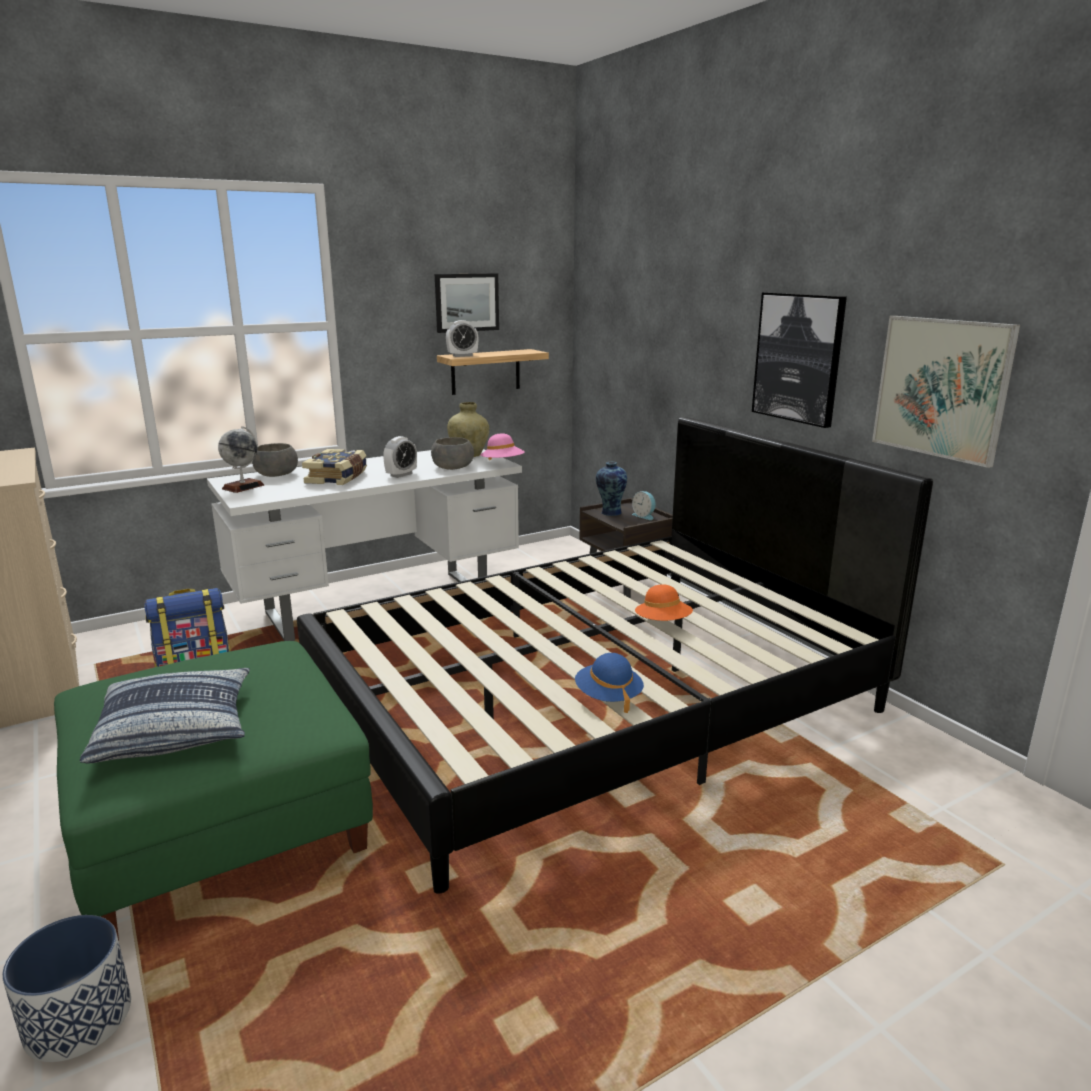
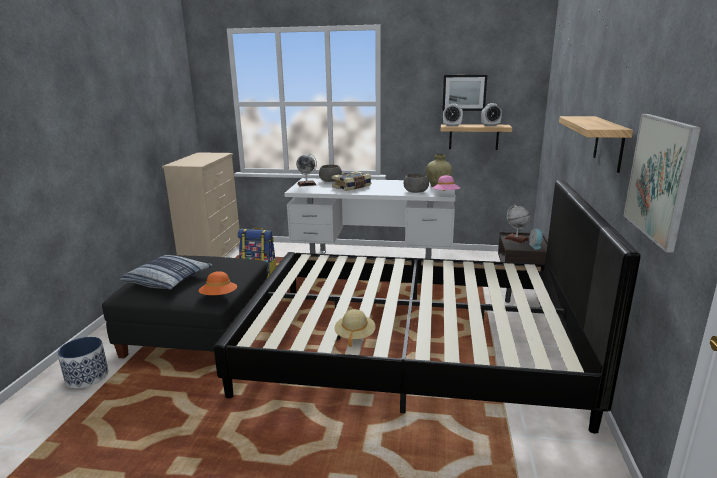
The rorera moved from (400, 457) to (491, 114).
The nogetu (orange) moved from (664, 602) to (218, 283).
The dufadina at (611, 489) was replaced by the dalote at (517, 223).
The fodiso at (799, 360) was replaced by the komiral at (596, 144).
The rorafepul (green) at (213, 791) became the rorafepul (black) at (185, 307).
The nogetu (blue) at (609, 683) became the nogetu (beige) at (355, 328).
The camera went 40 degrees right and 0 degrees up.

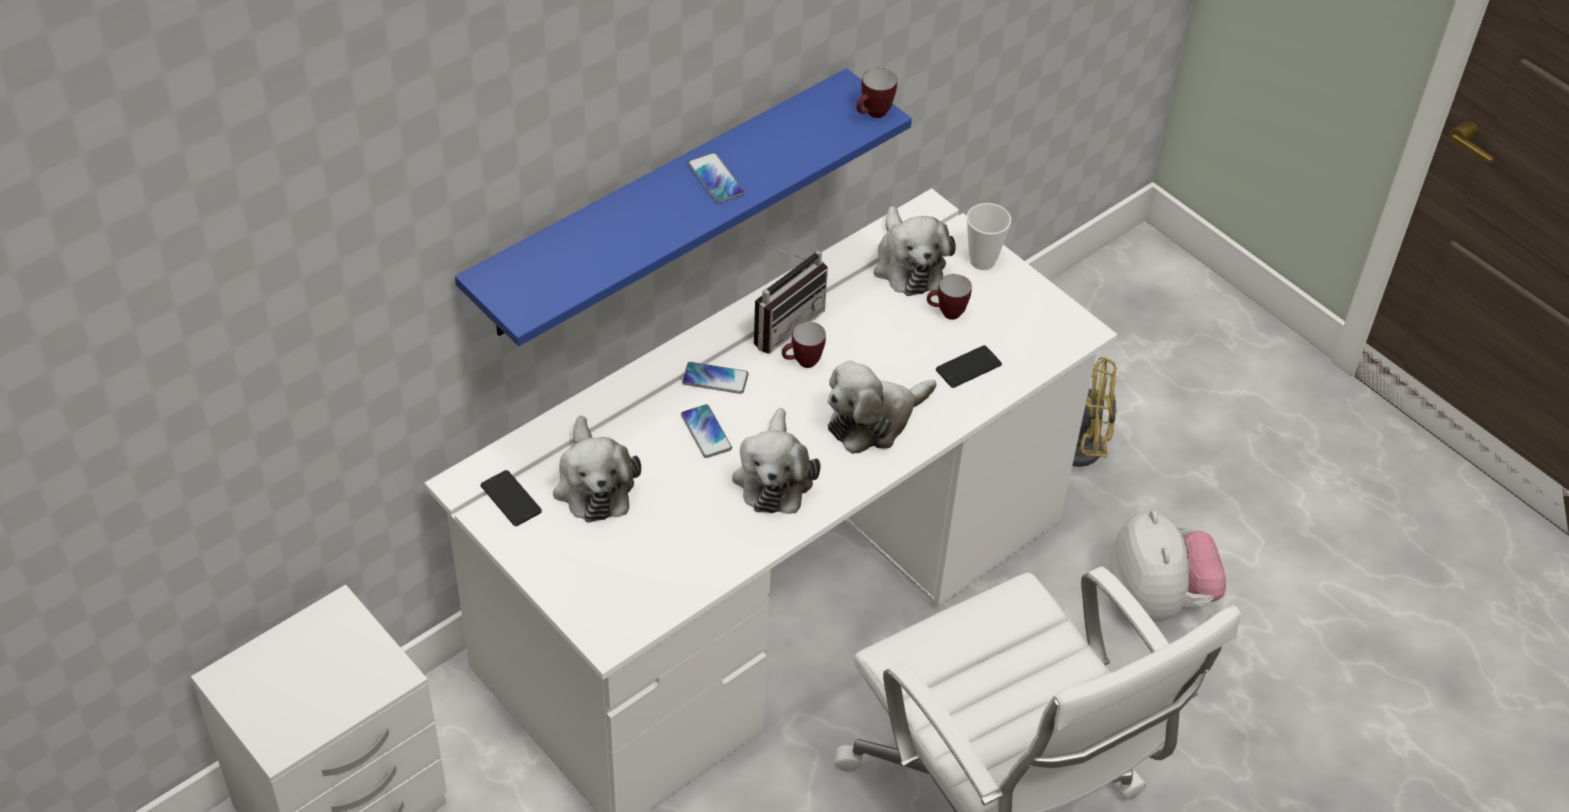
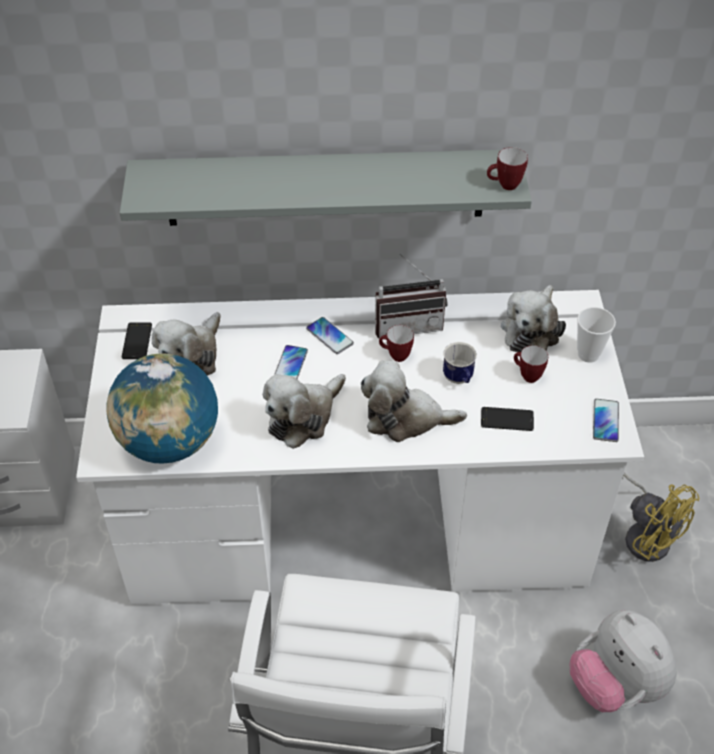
The dalote at (162, 408) appeared.
The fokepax at (460, 363) appeared.
The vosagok moved from (716, 177) to (606, 420).
The komiral (blue) at (683, 207) became the komiral (grey) at (326, 188).
The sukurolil at (1167, 566) turned 120 degrees clockwise.
The camera went 40 degrees right and 0 degrees up.

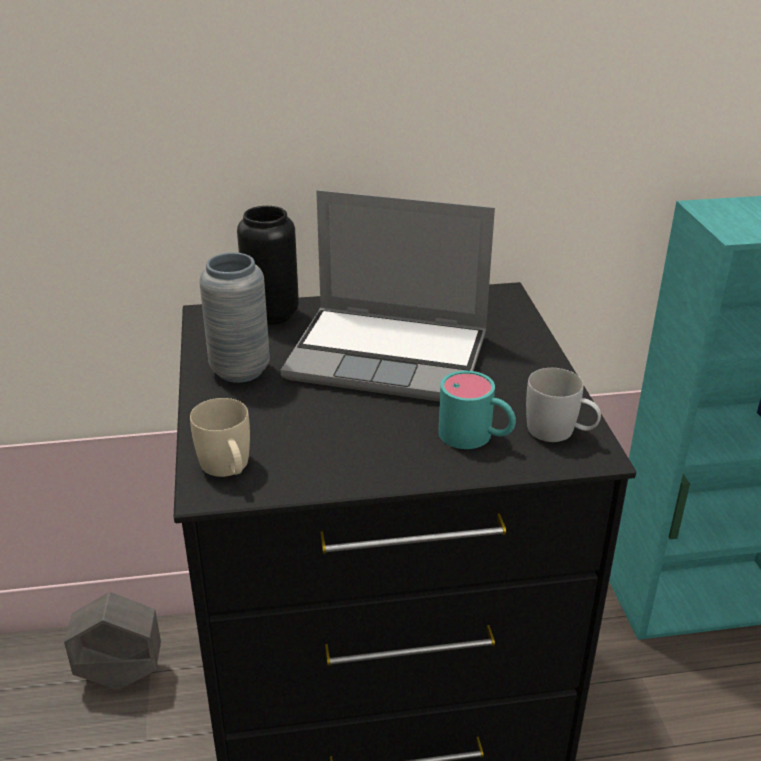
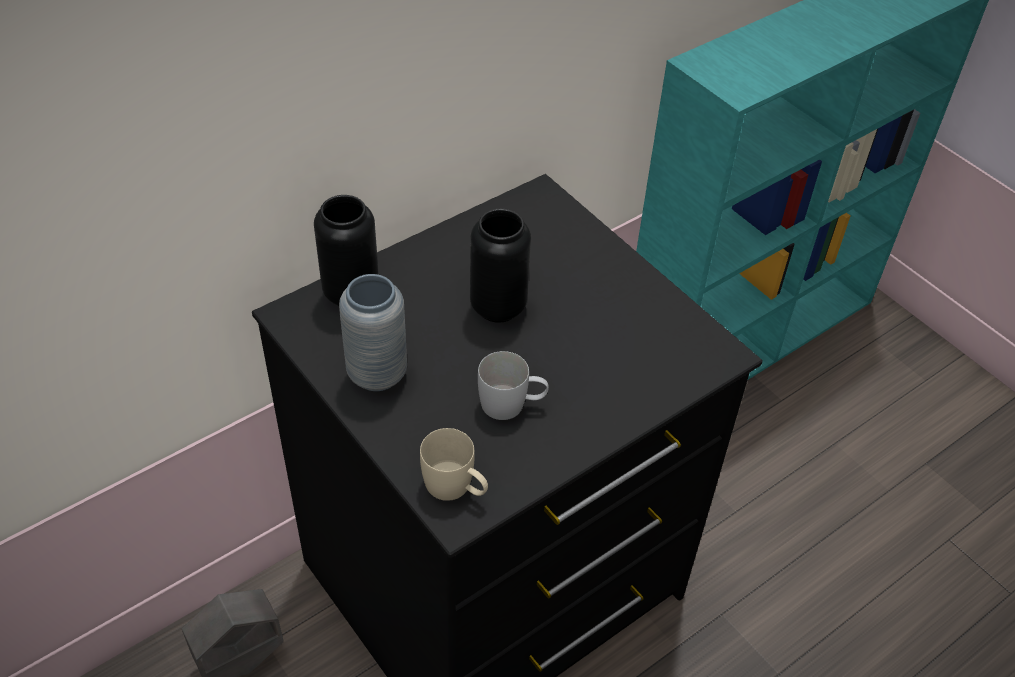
The fokepax (turquoise) at (477, 410) disappeared.
The fokepax (white) moved from (563, 405) to (513, 385).
The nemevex at (388, 296) was replaced by the dufadina (black) at (500, 266).
The camera went 30 degrees left and 15 degrees up.

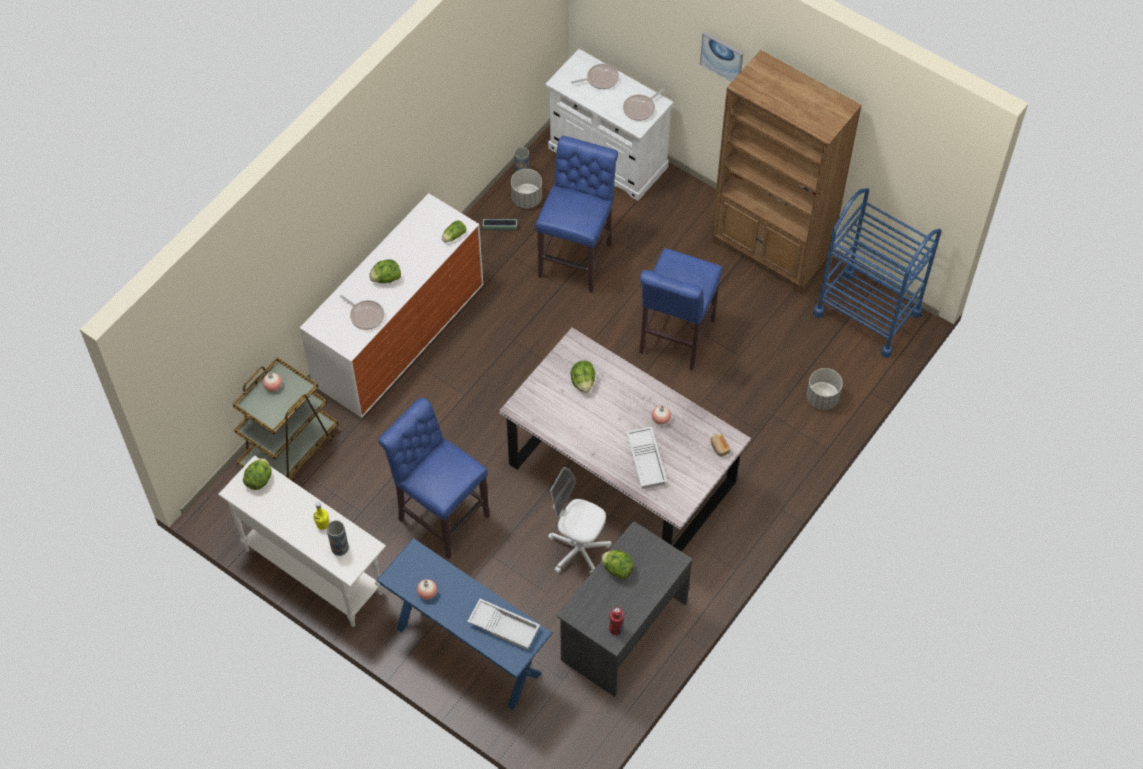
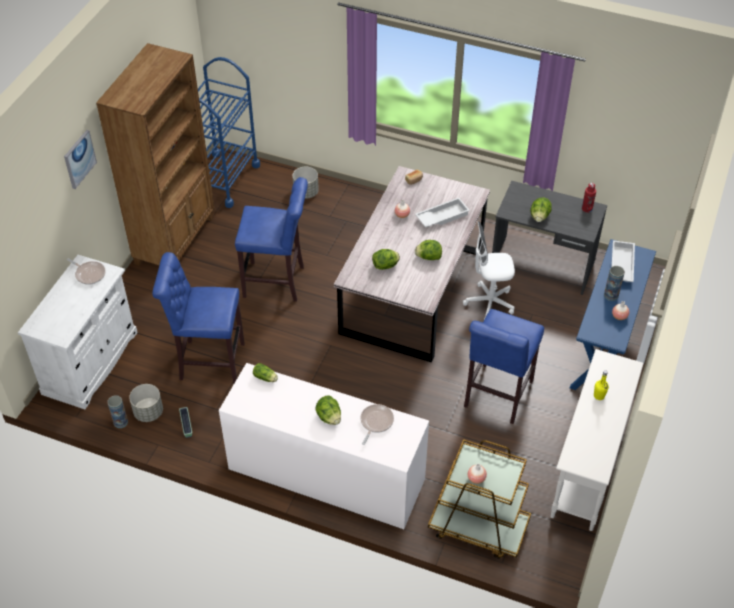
The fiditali at (595, 76) disappeared.
The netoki moved from (257, 474) to (428, 250).
The dufadina moved from (338, 538) to (614, 283).
The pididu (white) at (579, 520) turned 75 degrees clockwise.
The camera went 105 degrees left and 10 degrees down.

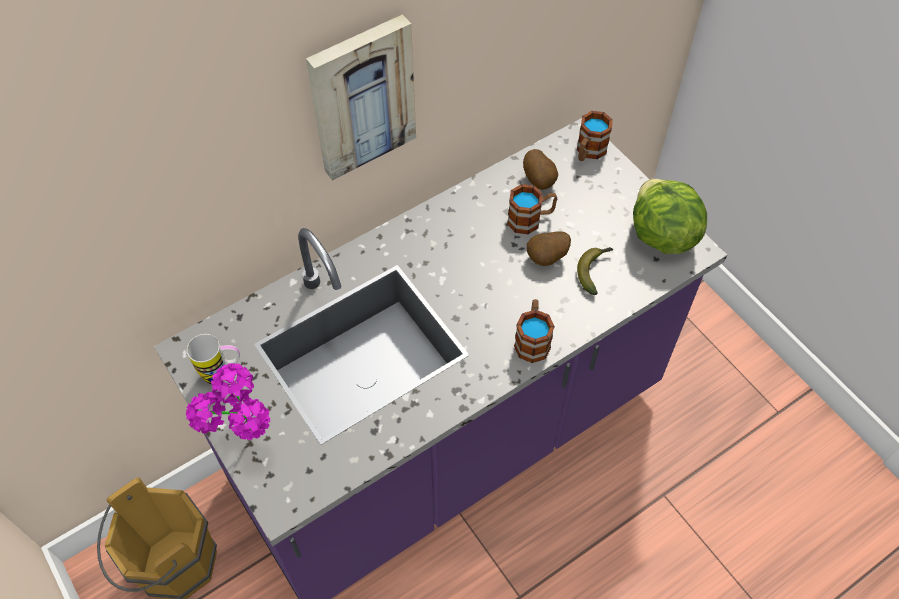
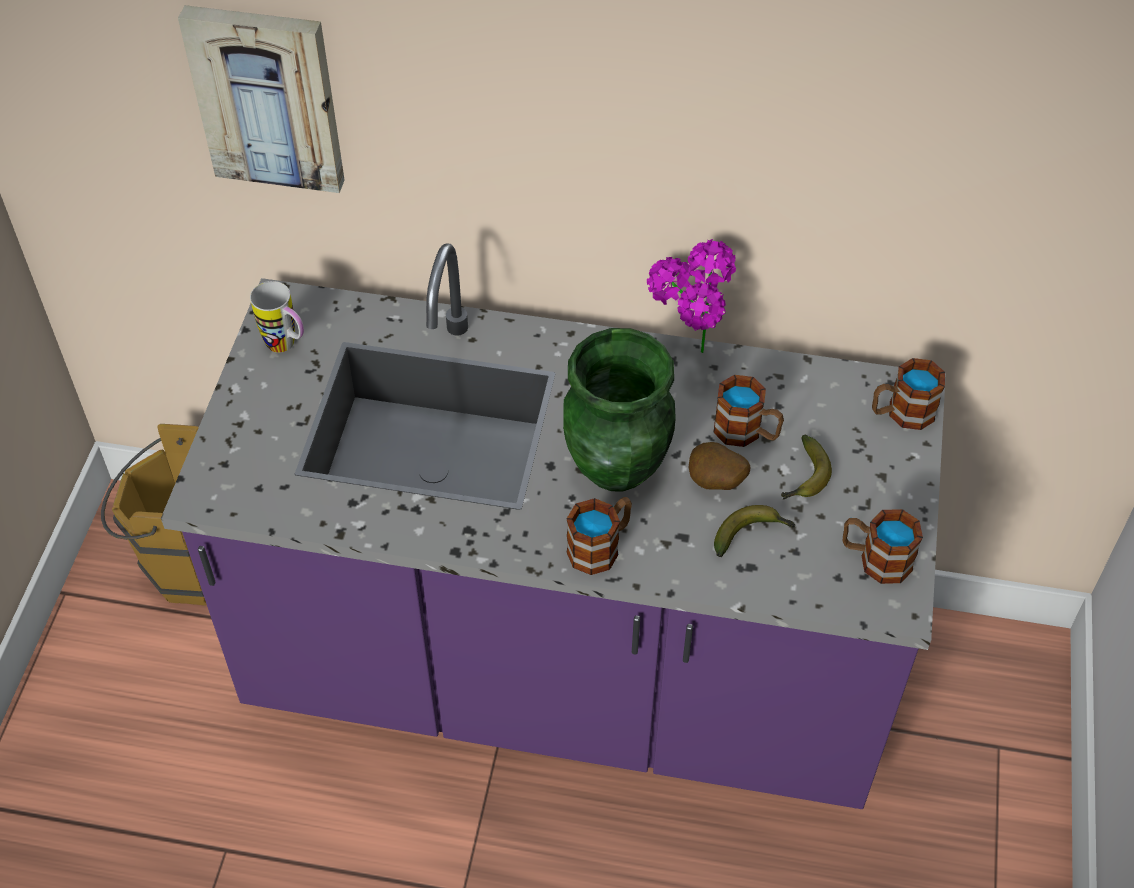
The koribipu at (540, 169) disappeared.
The dufadina (green) at (619, 409) appeared.
The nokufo at (806, 467) appeared.
The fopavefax moved from (228, 401) to (691, 296).
The fodiso moved from (361, 98) to (261, 99).
The netoki at (670, 216) was replaced by the fokepax at (883, 546).
The camera went 45 degrees right and 5 degrees down.

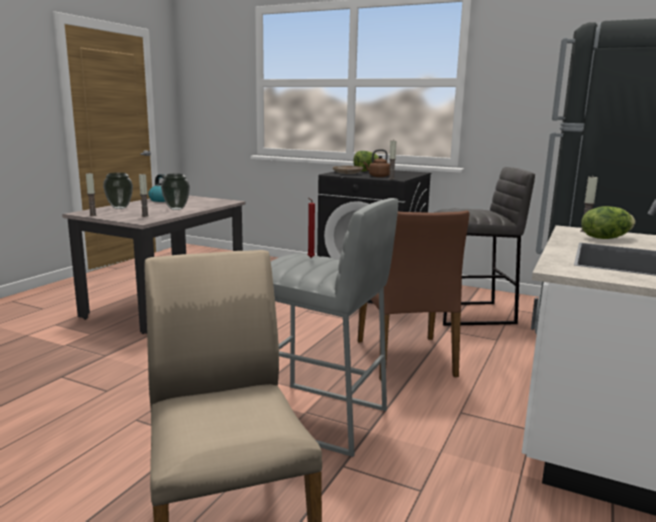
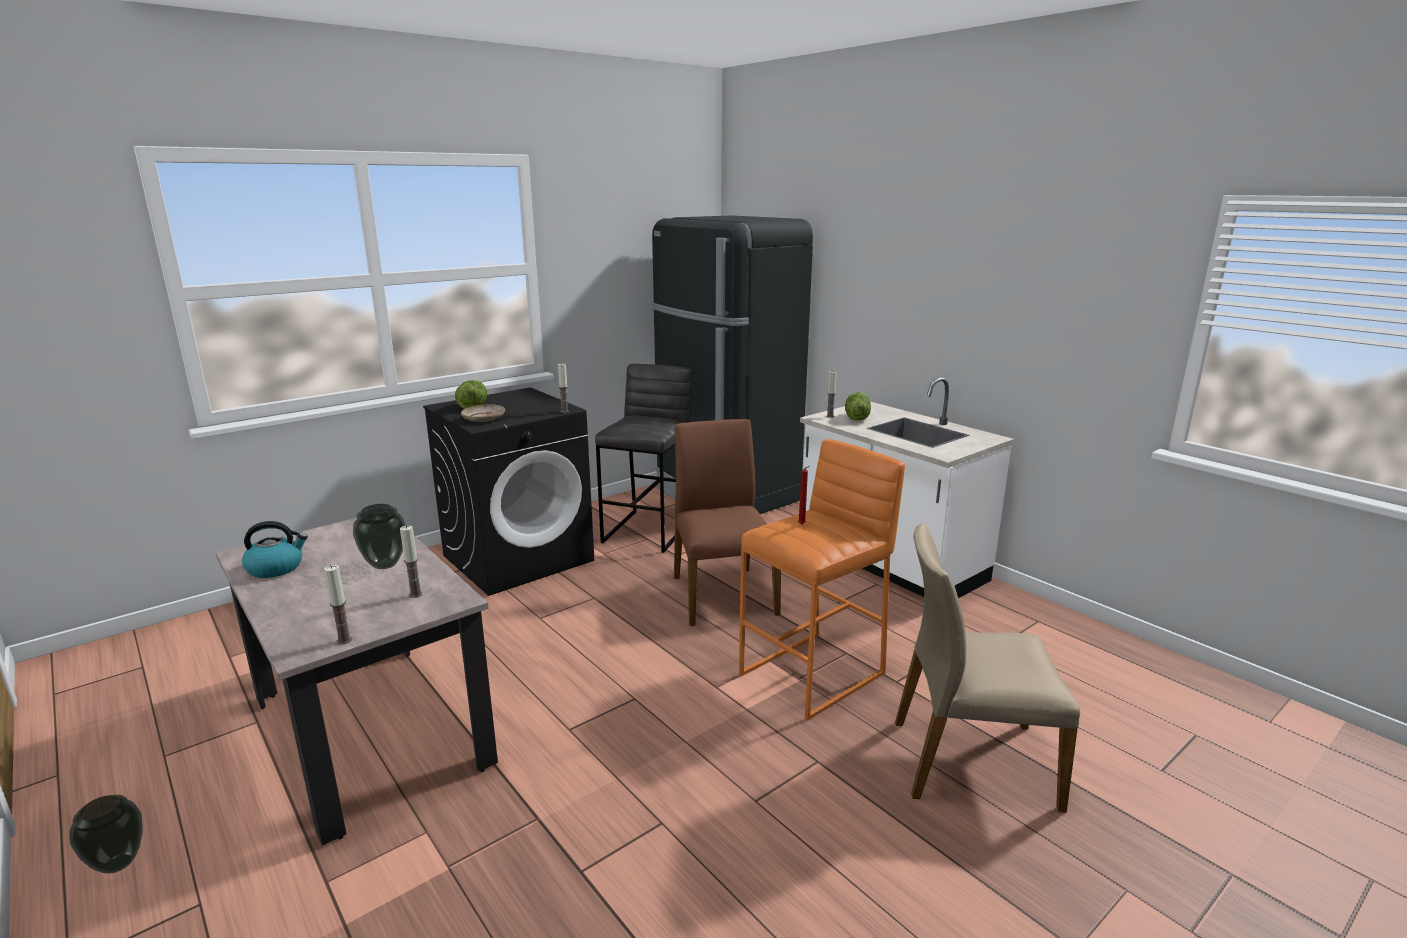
The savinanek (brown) at (376, 163) disappeared.
The dufadina moved from (118, 190) to (106, 834).
The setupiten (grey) at (334, 327) became the setupiten (orange) at (822, 580).
The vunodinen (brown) at (414, 296) turned 120 degrees counterclockwise.
The camera went 65 degrees left and 5 degrees up.

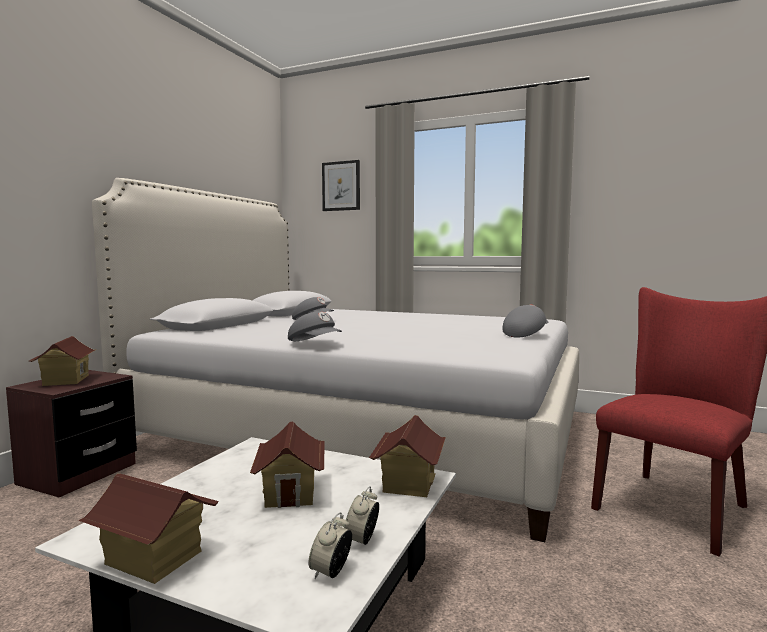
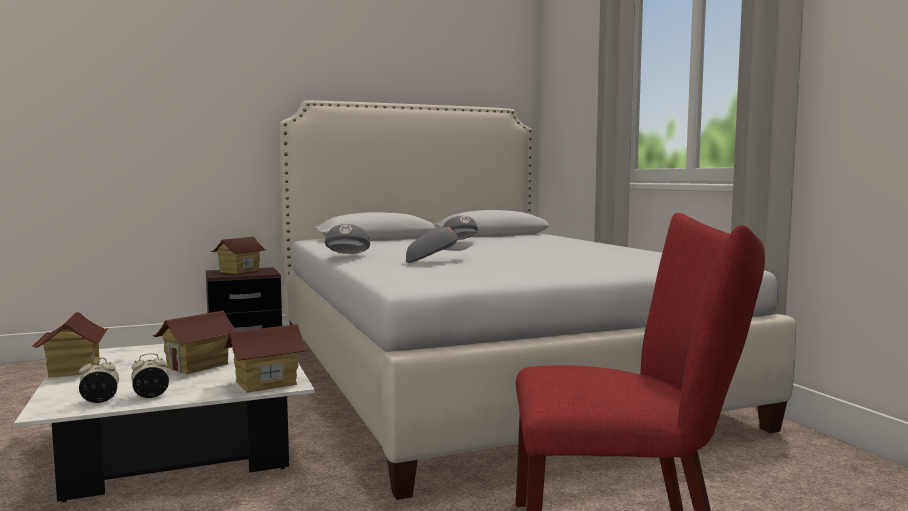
The fodiso at (341, 185) disappeared.
The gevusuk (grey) moved from (525, 321) to (439, 245).
The camera went 45 degrees right and 0 degrees up.

